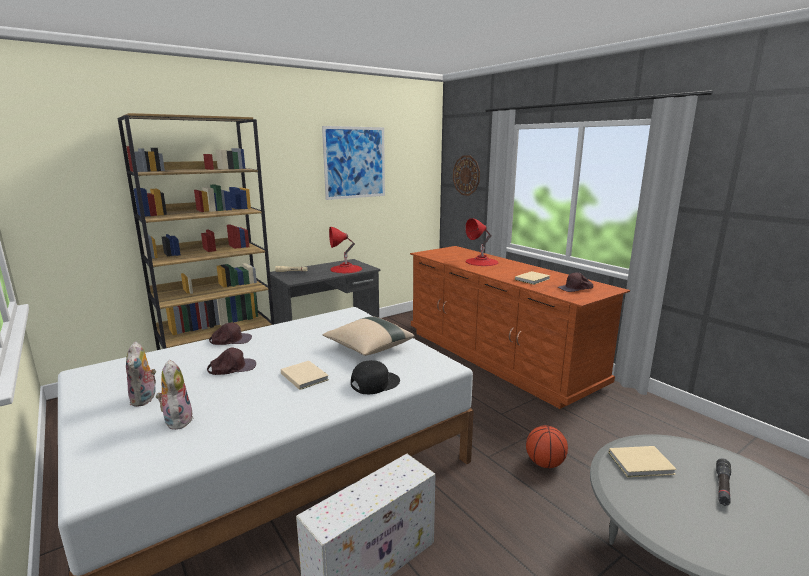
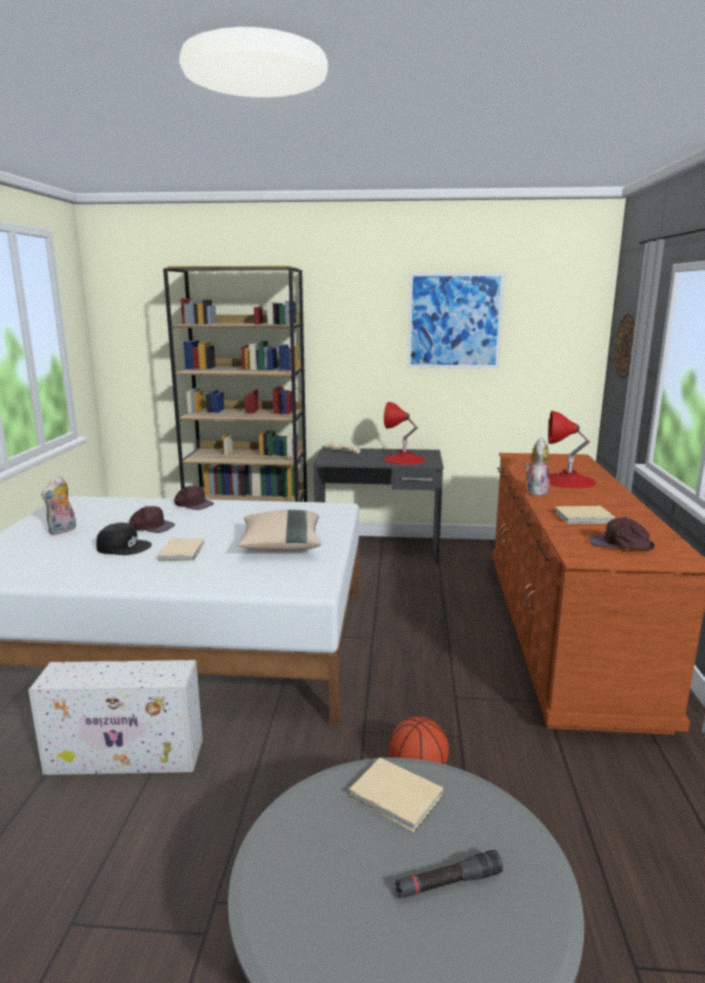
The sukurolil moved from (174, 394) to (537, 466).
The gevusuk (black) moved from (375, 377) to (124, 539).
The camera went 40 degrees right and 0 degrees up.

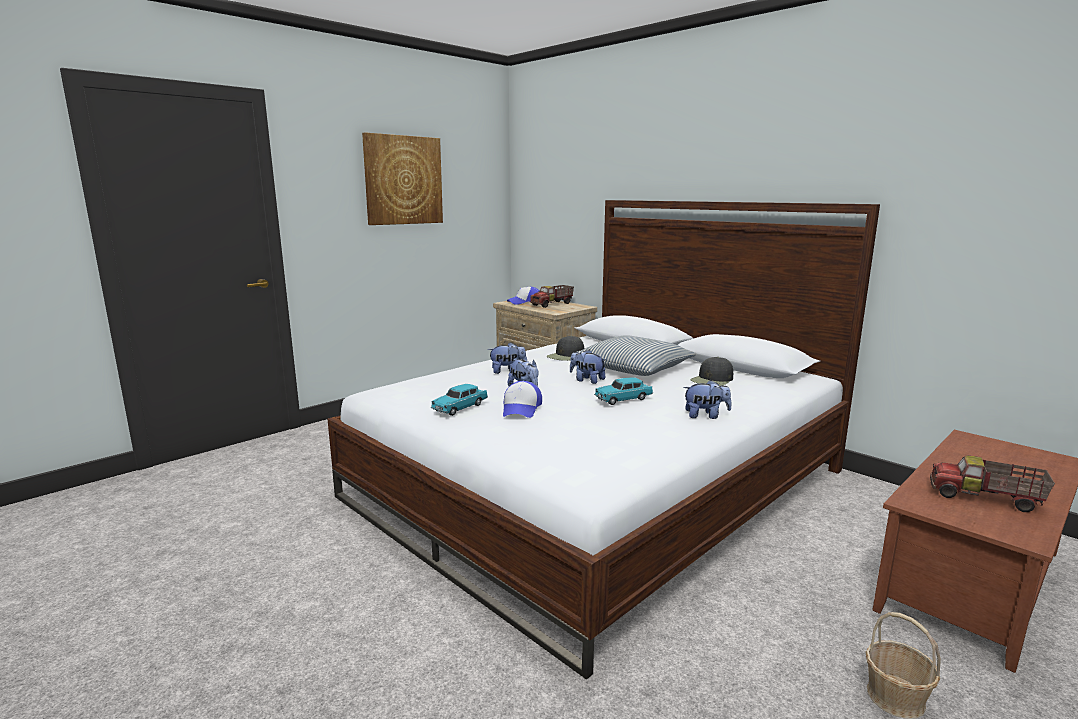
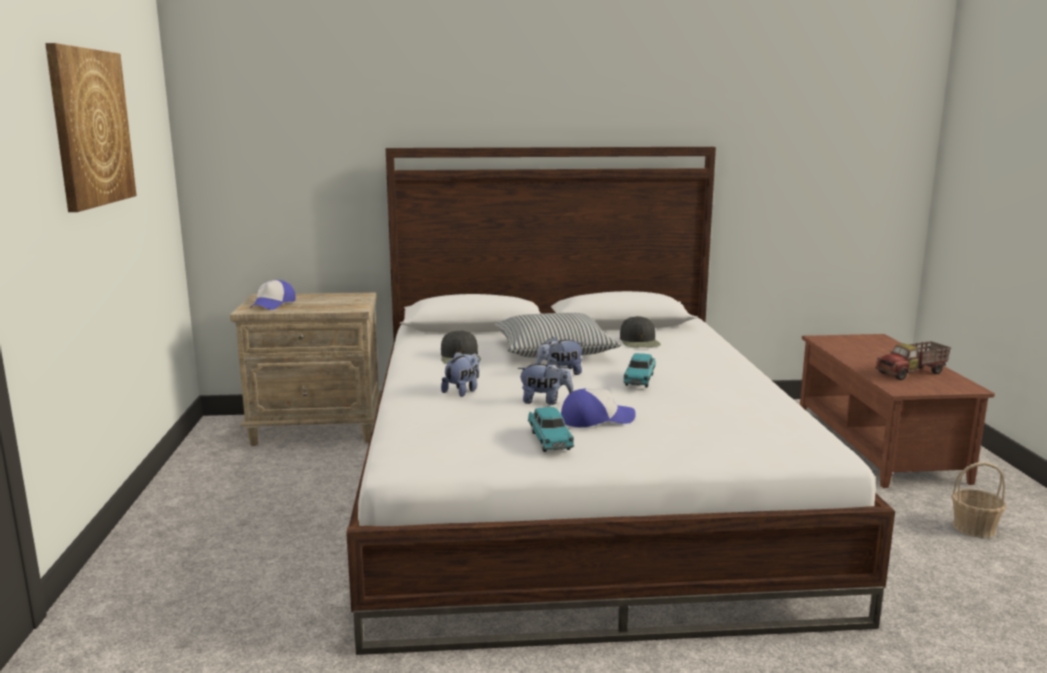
The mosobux at (552, 296) disappeared.
The sukurolil at (707, 399) disappeared.
The gevusuk at (522, 399) turned 60 degrees counterclockwise.
The camera went 50 degrees left and 0 degrees up.

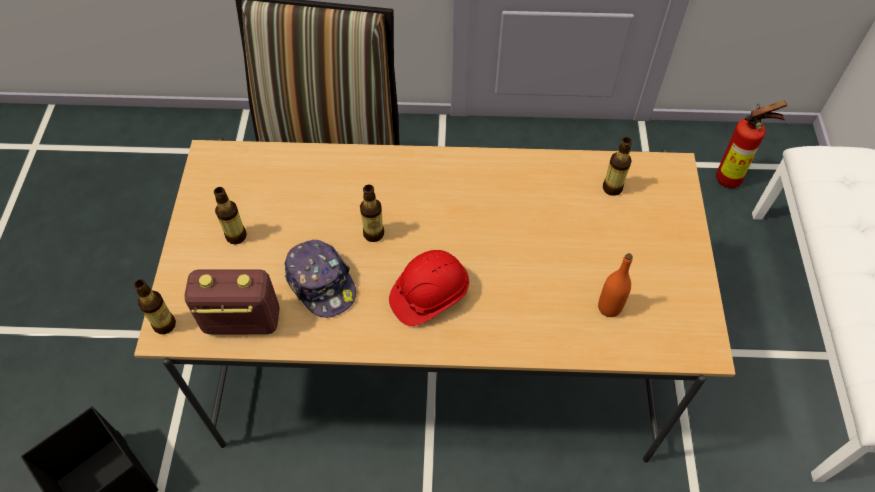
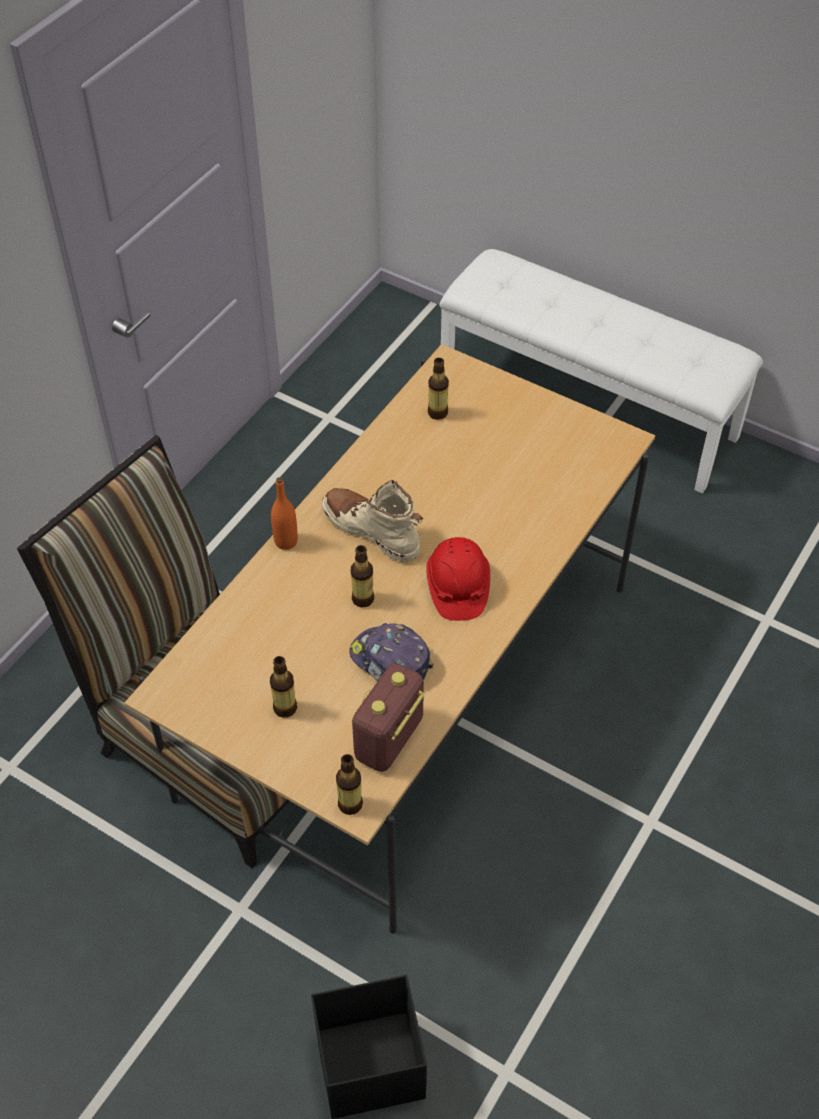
The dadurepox at (751, 144) disappeared.
The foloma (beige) at (372, 521) appeared.
The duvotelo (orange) moved from (615, 285) to (284, 513).
The gevusuk at (320, 279) turned 135 degrees counterclockwise.
The camera went 60 degrees left and 5 degrees down.

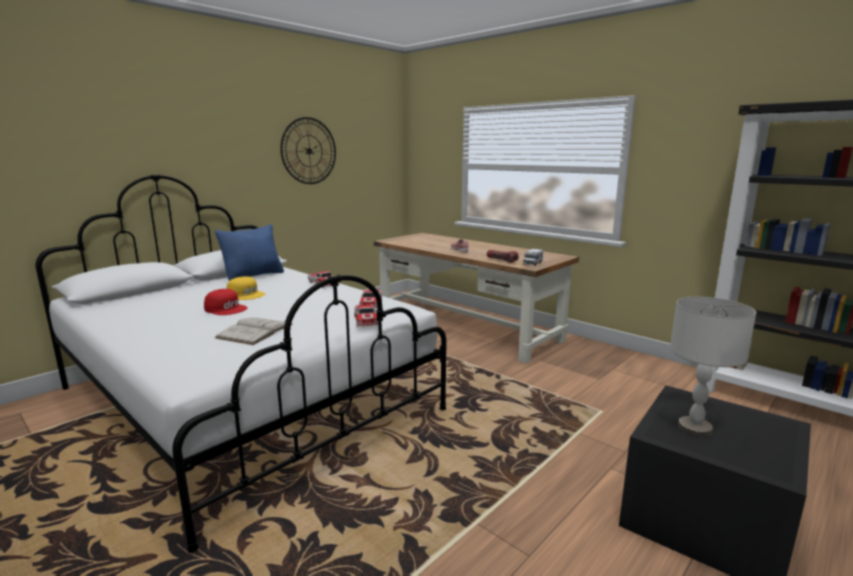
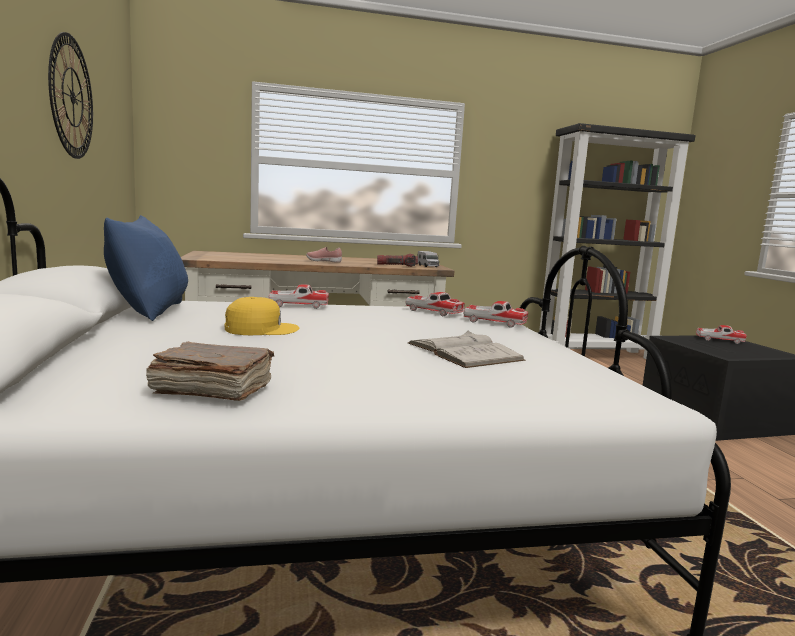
The gevusuk (red) at (226, 302) disappeared.
The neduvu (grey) at (713, 367) disappeared.
The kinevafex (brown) at (210, 371) appeared.
The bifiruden at (721, 334) appeared.
The camera went 55 degrees left and 5 degrees down.

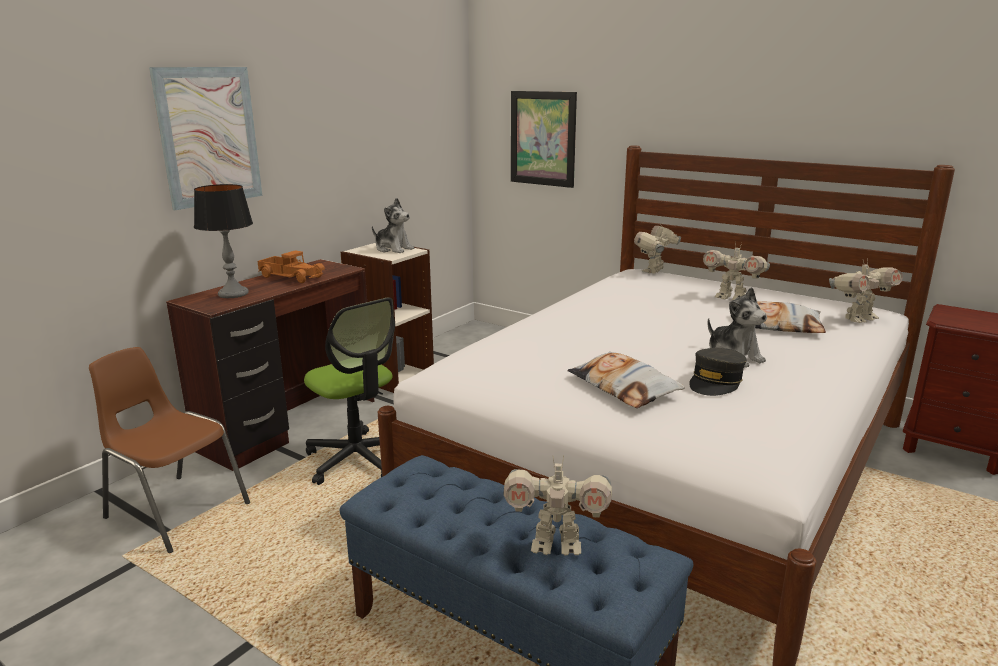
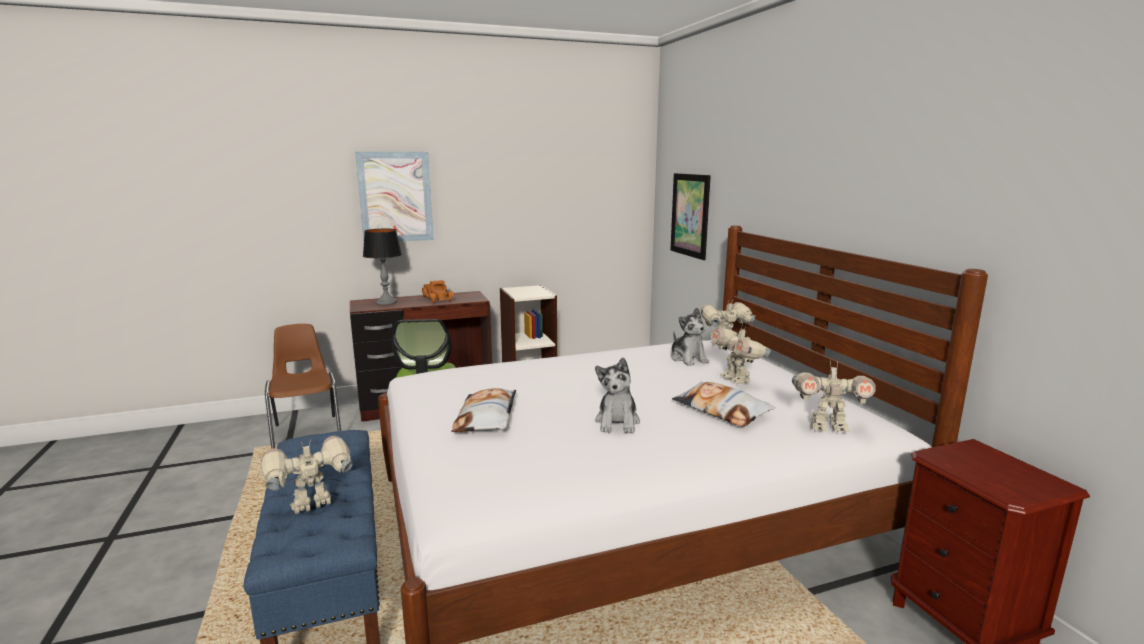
The gevusuk (grey) at (717, 372) disappeared.
The sukurolil moved from (393, 225) to (690, 337).
The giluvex at (558, 505) turned 105 degrees clockwise.
The camera went 35 degrees right and 5 degrees down.

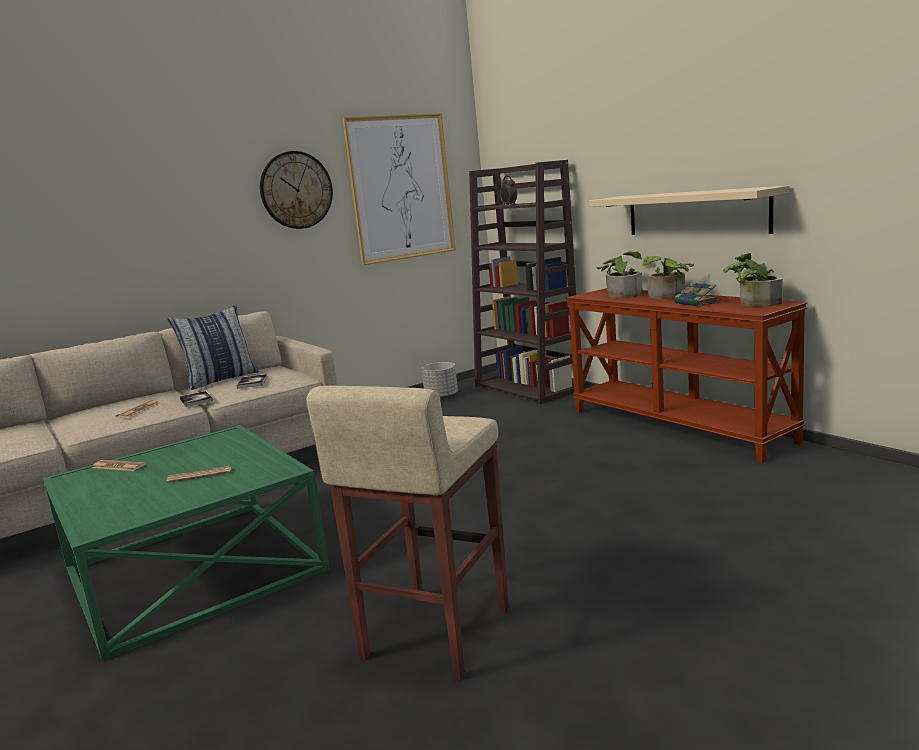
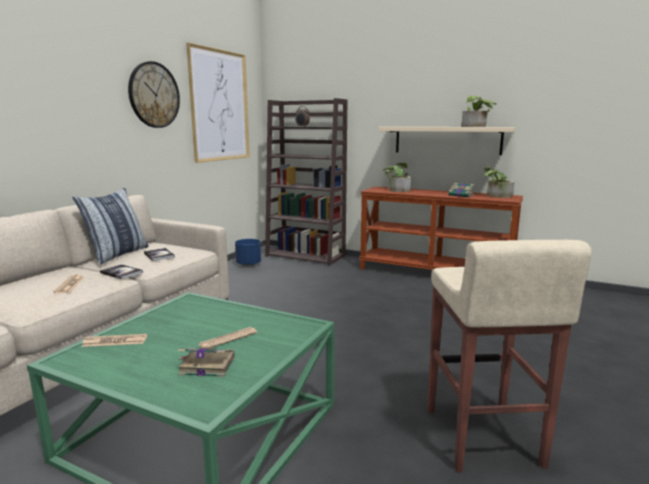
The kinevafex at (206, 362) appeared.
The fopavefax moved from (669, 278) to (479, 111).
The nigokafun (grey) at (439, 380) became the nigokafun (blue) at (248, 252).
The camera went 30 degrees left and 0 degrees up.

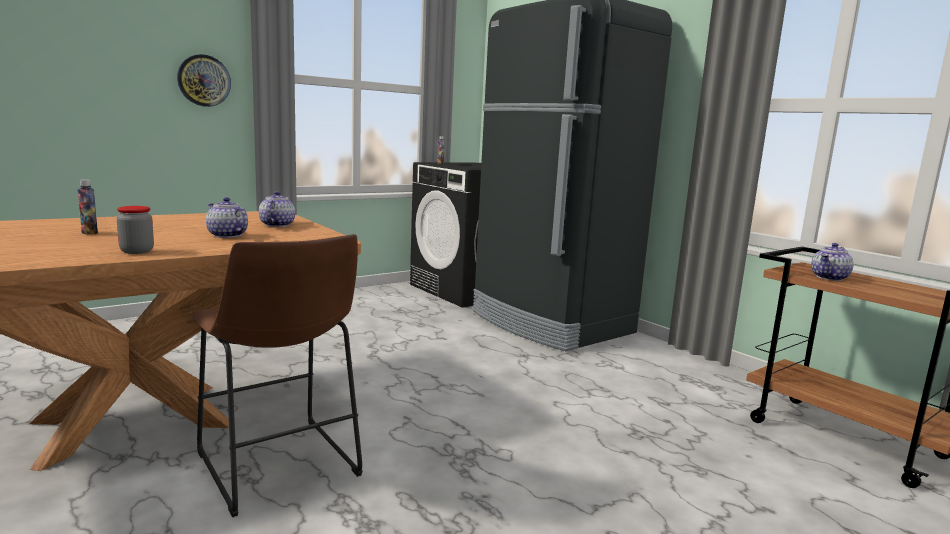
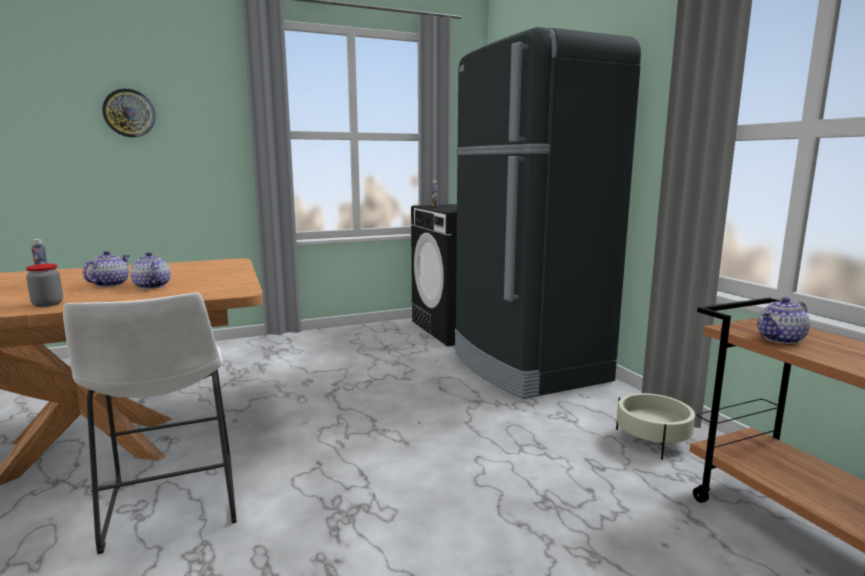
The nigokafun (beige) at (655, 426) appeared.
The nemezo moved from (204, 80) to (128, 113).
The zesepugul moved from (277, 209) to (106, 269).
The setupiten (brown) at (277, 375) became the setupiten (white) at (150, 423).
The camera went 15 degrees right and 0 degrees up.

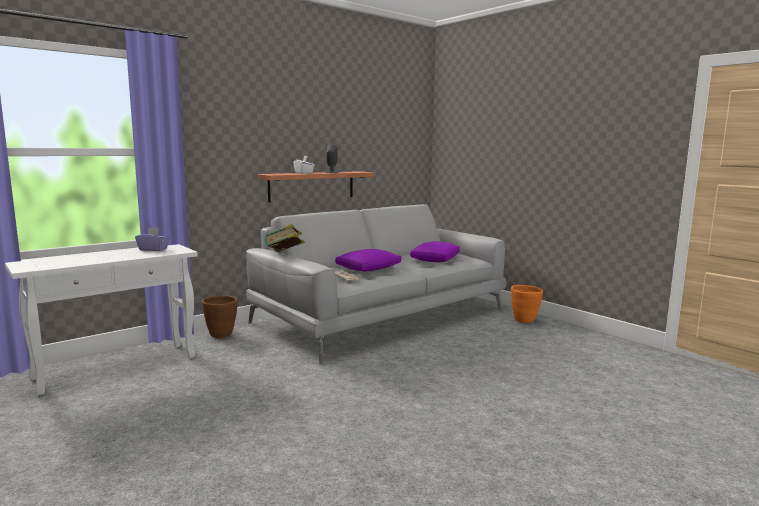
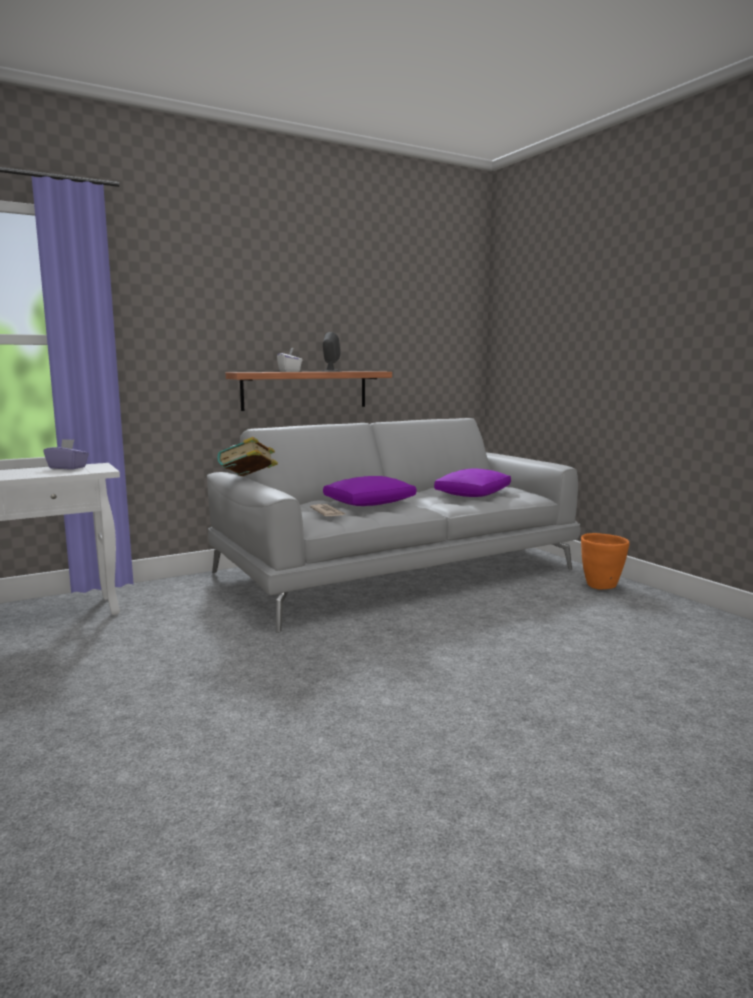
The nigokafun (brown) at (220, 316) disappeared.
The camera went 10 degrees right and 0 degrees up.

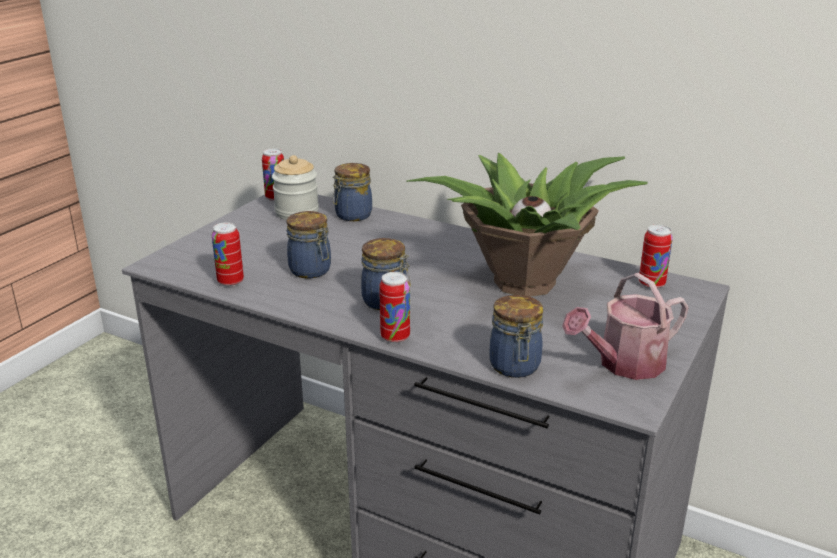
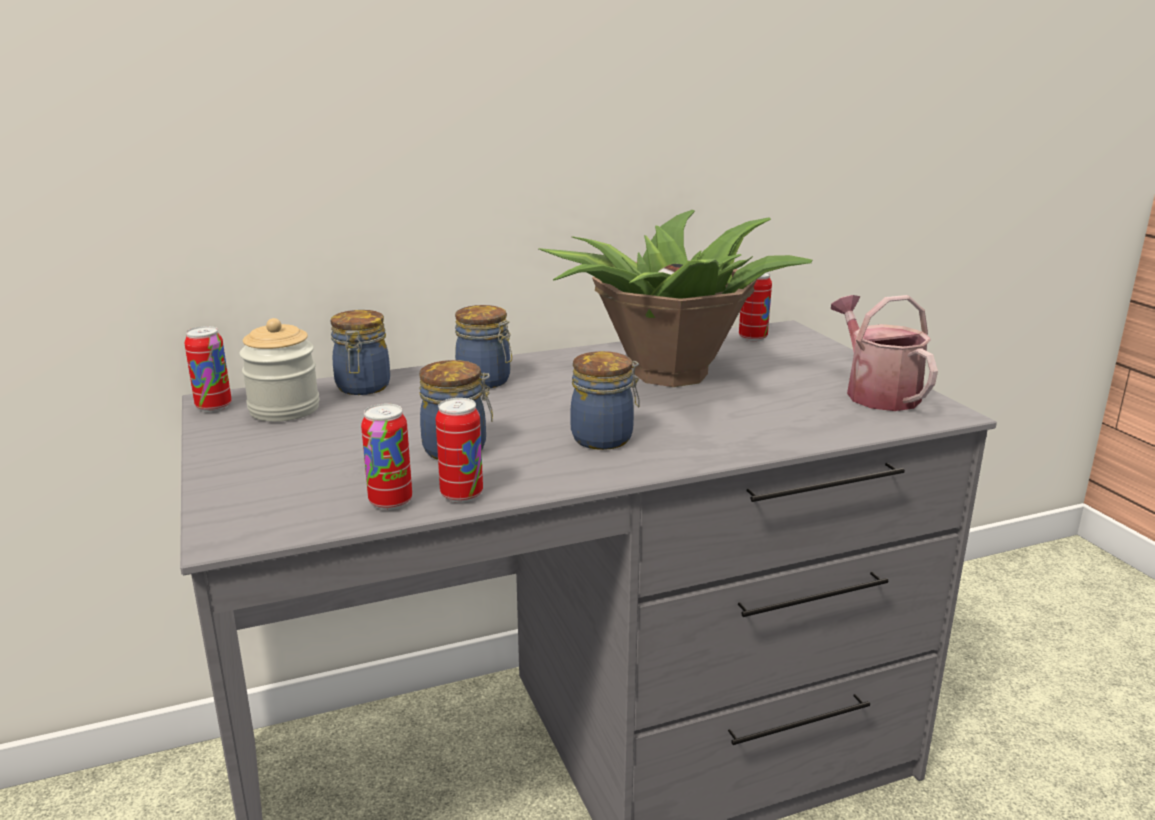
The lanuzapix moved from (394, 307) to (459, 450).
The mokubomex moved from (516, 336) to (483, 347).
The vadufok at (625, 326) turned 150 degrees clockwise.
The camera went 50 degrees left and 5 degrees down.

